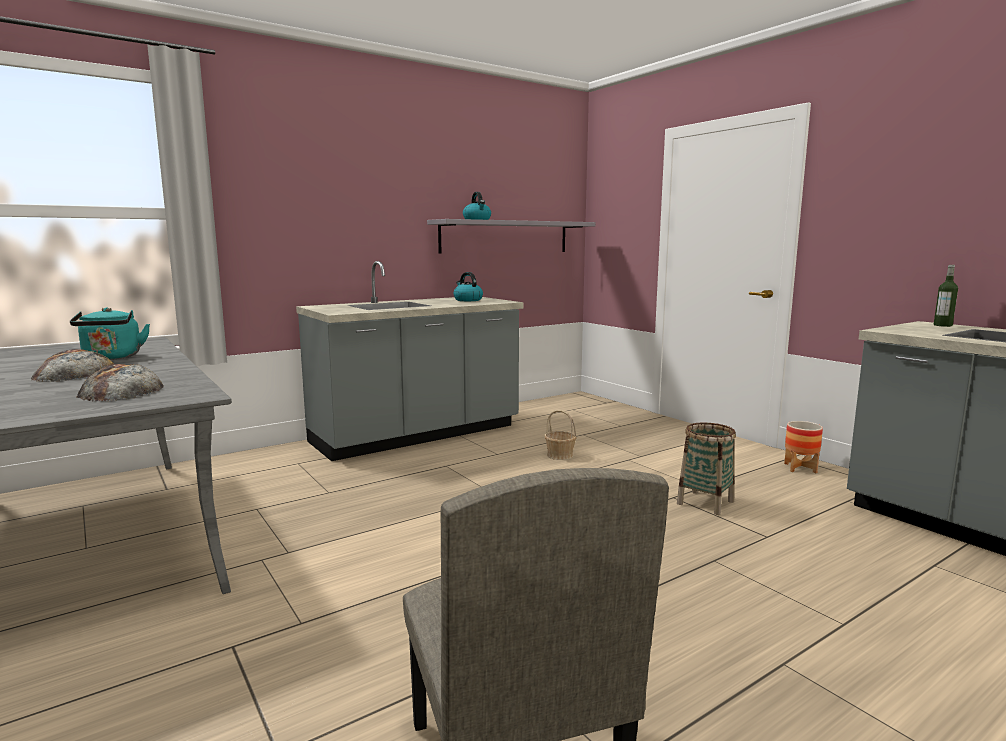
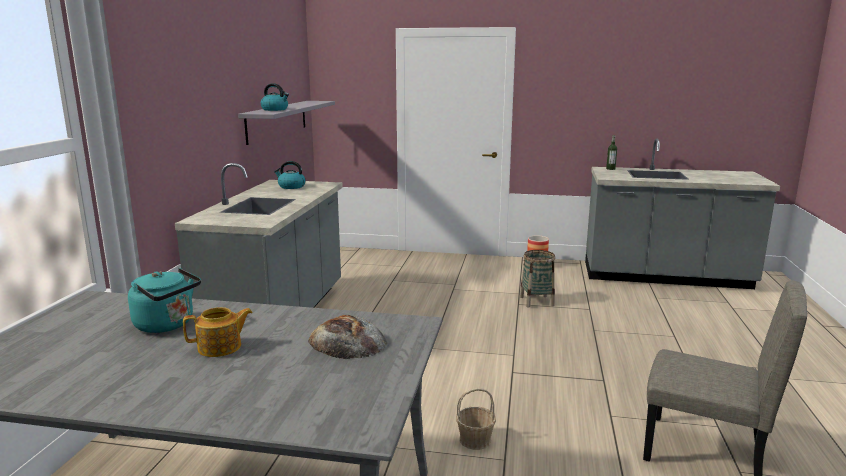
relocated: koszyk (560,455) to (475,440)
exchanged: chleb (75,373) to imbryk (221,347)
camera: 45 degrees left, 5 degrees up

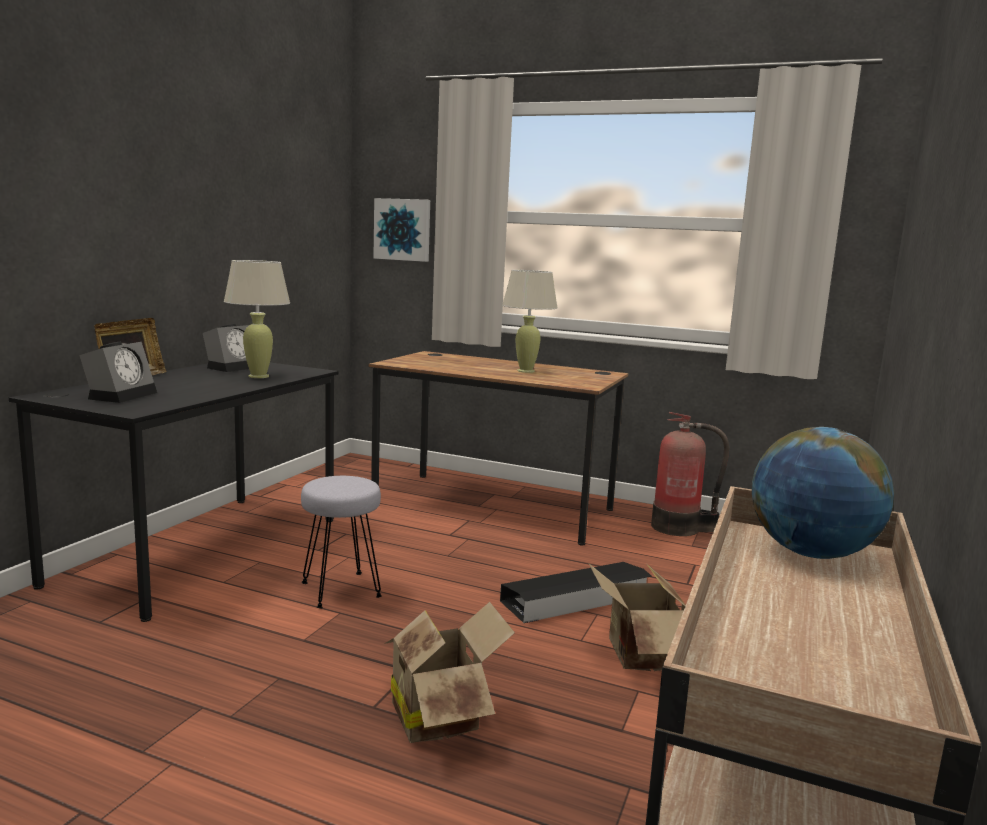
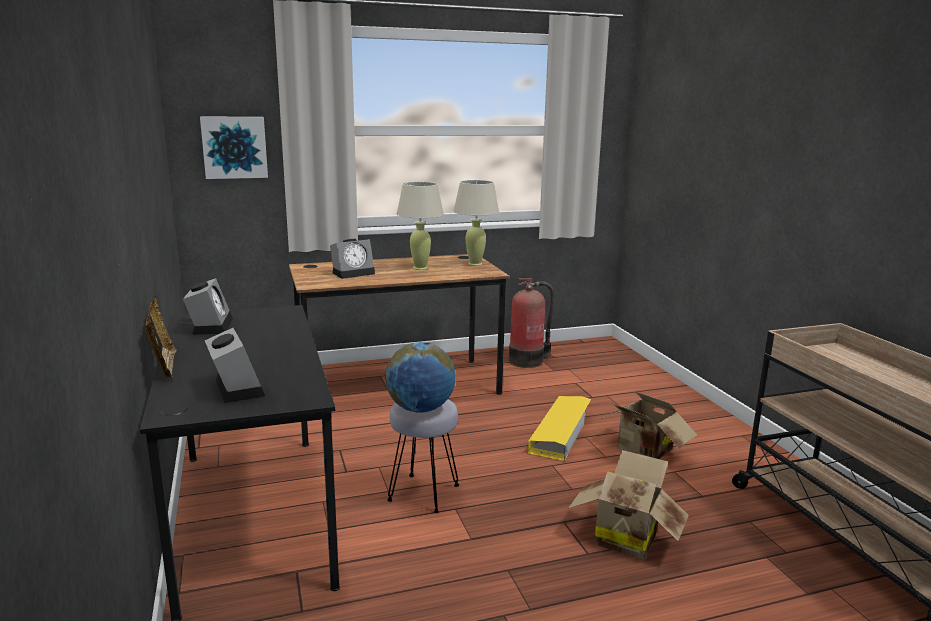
appeared: budzik (354,273)
relocated: lampa stołowa (beżowy) (258,376) to (475,264); globus (811,553) to (420,409)
colour: pojemnik do przechowywania (czarny) (576,599) to pojemnik do przechowywania (żółty) (561,432)
camera: 40 degrees left, 5 degrees up

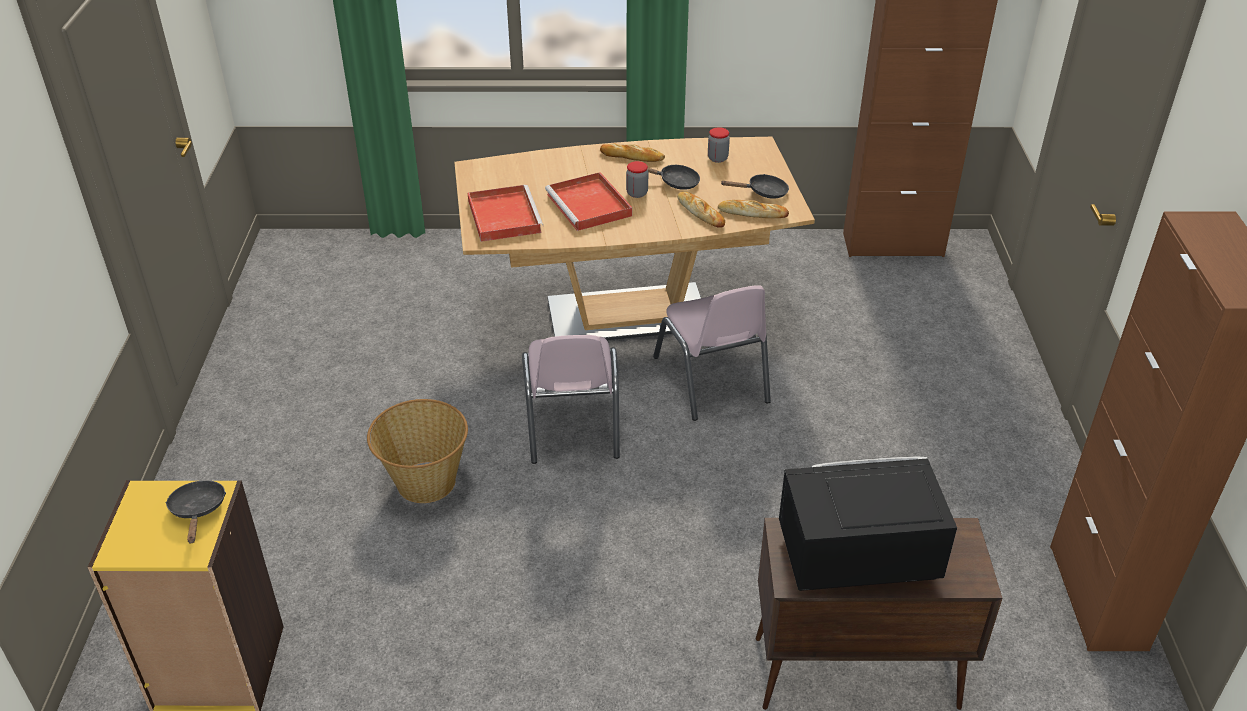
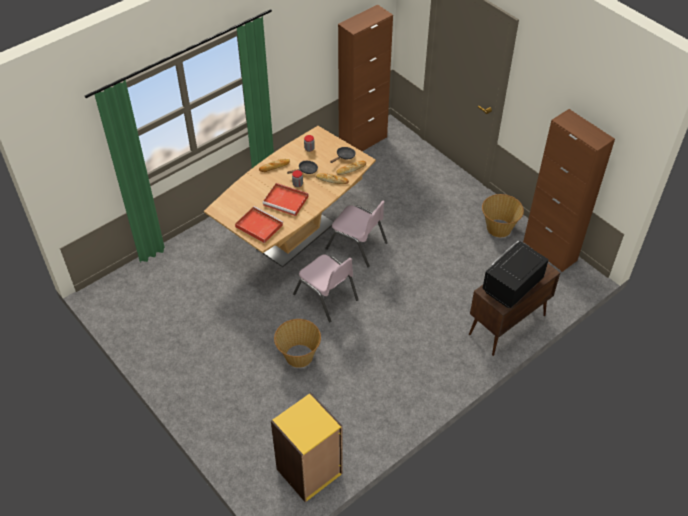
missing: patelnia (czarny) (198,511)
appeared: koszyk (498,228)
camera: 40 degrees left, 10 degrees up

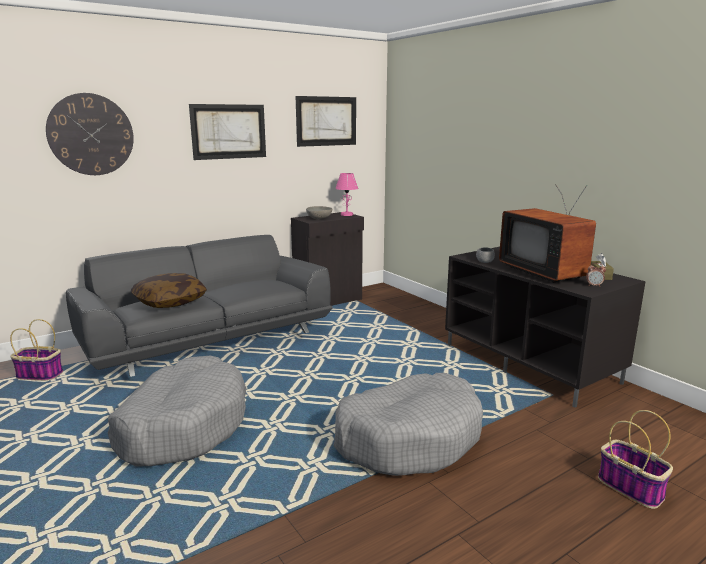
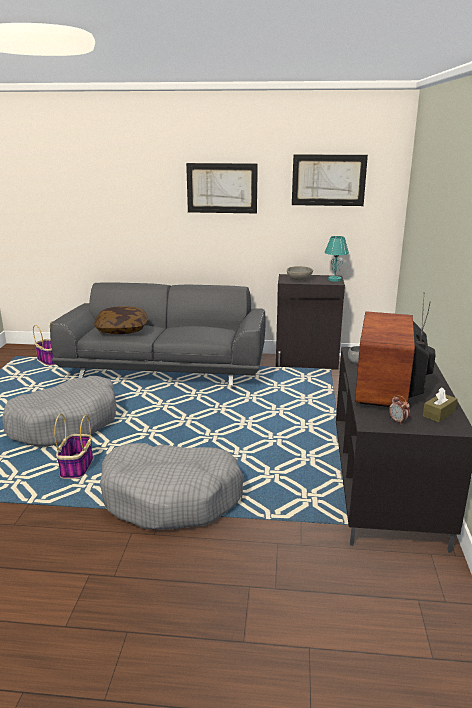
missing: zegar ścienny (91,134)
relocated: koszyk (632,488) to (77,467)
colour: lampa stołowa (różowy) (346,214) to lampa stołowa (turkusowy) (334,279)
camera: 40 degrees right, 5 degrees up

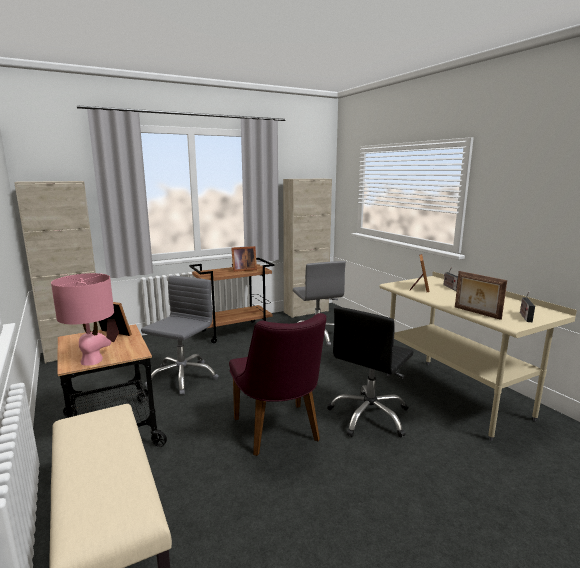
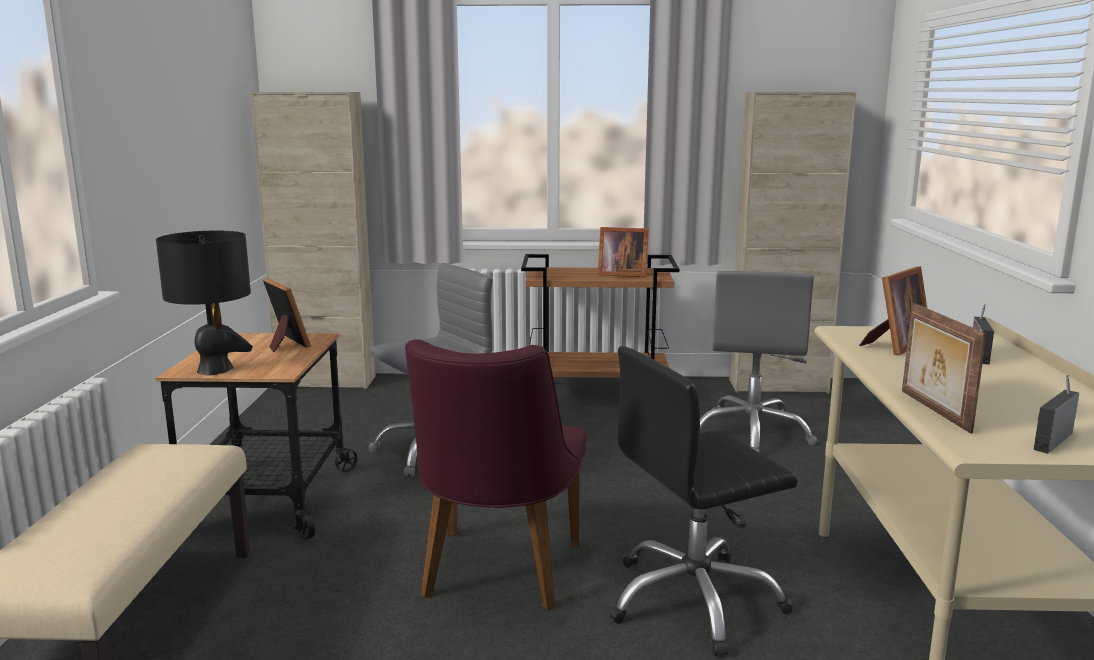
colour: lampa stołowa (różowy) (92,360) to lampa stołowa (czarny) (215,370)
camera: 30 degrees right, 0 degrees up

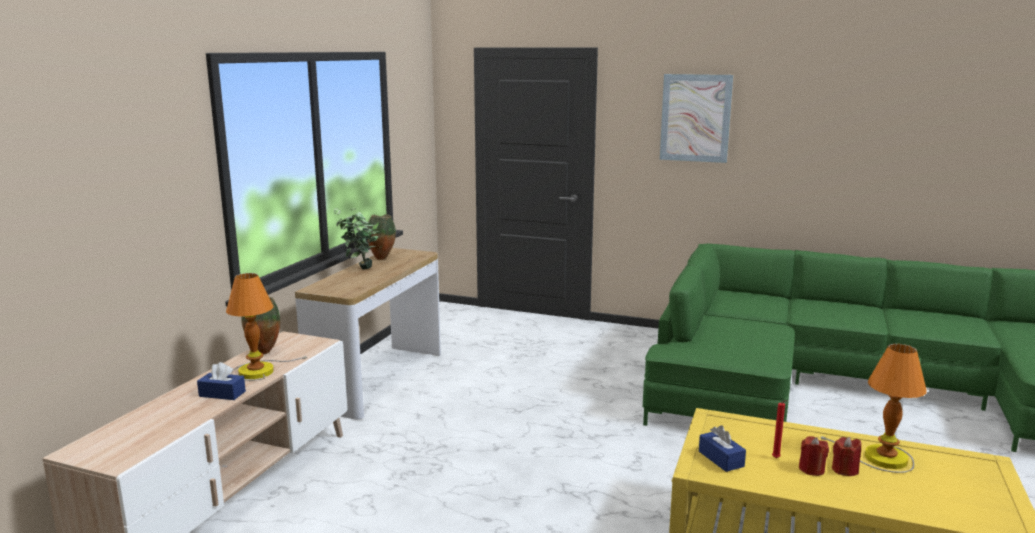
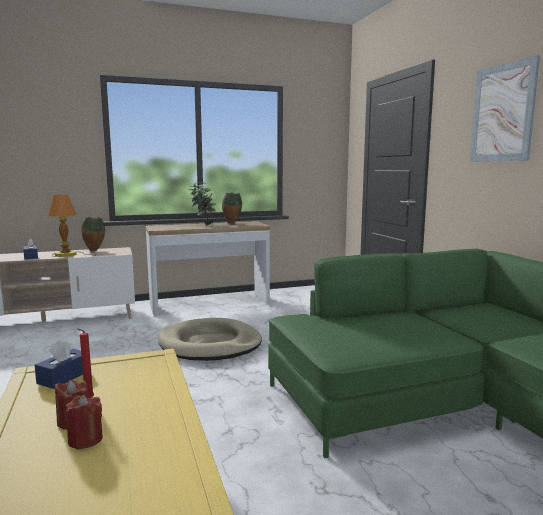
missing: lampa stołowa (880,458)
appeared: legowisko (beżowy) (210,344)
camera: 50 degrees right, 5 degrees down

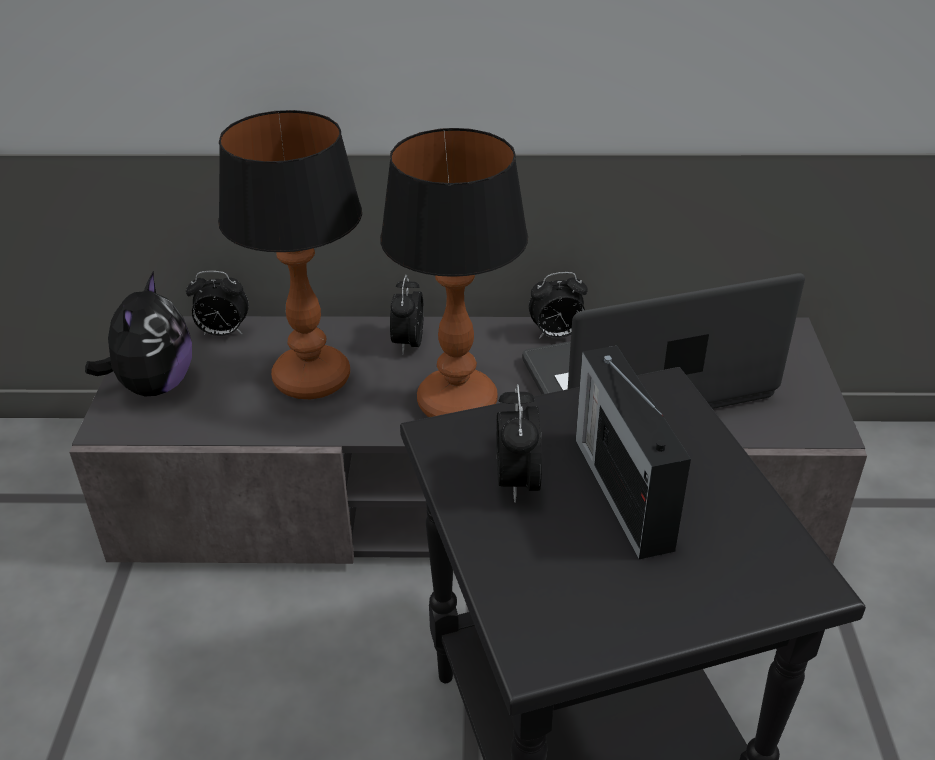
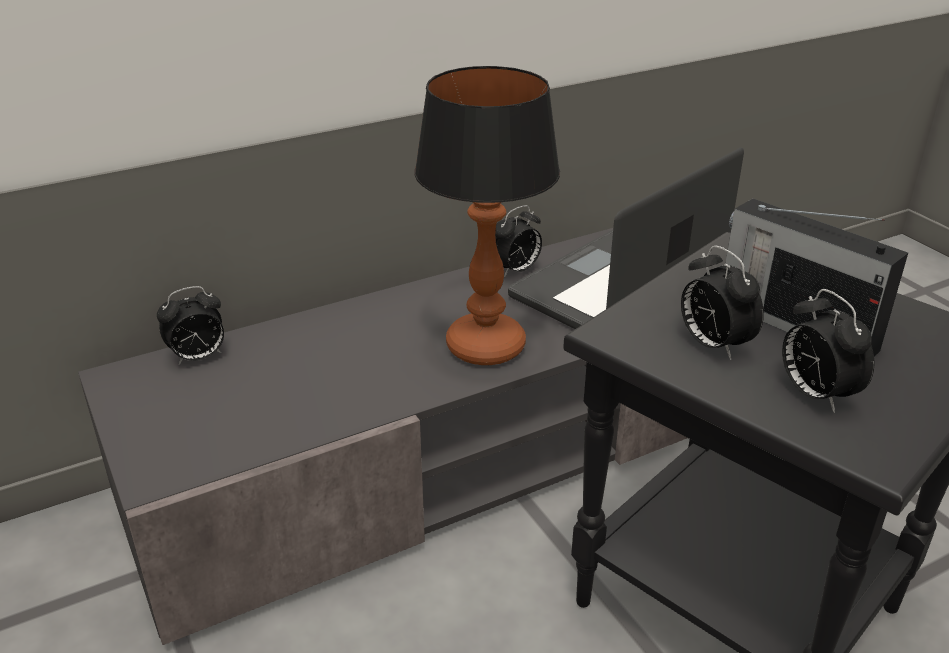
missing: pluszak (154,385); lampa stołowa (312,380)
relocated: budzik (408,343) to (814,394)
camera: 30 degrees left, 5 degrees down

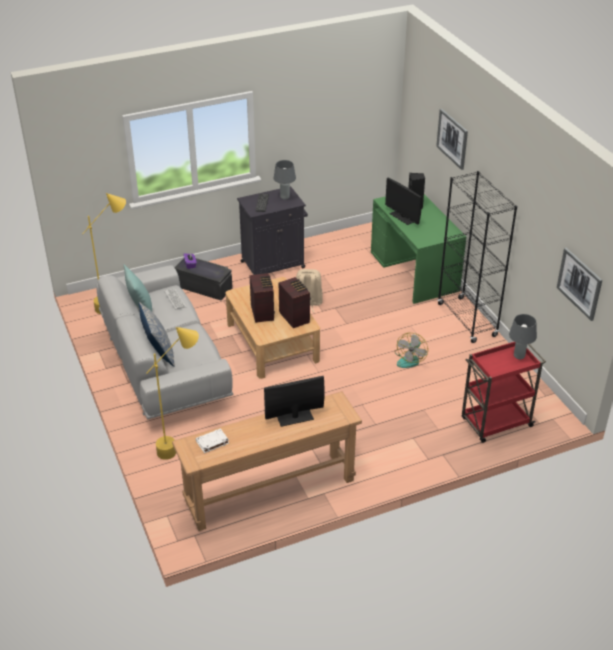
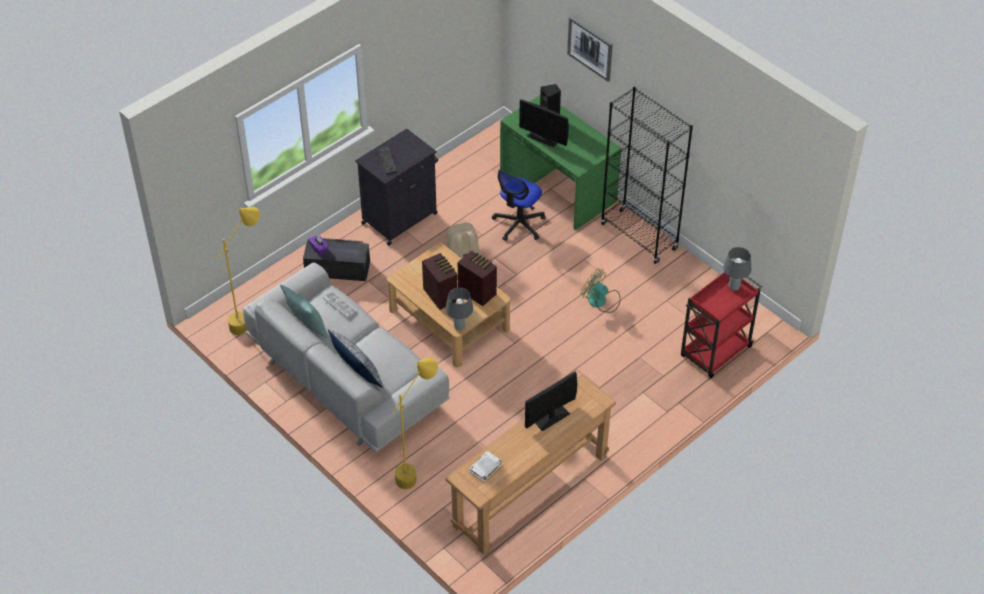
missing: obraz (579,283)
appeared: krzesło biurowe (519,224)
relocated: lampa stołowa (szary) (284,197) to (459,326)
spun: wentylator (410,359) = (601,301) 120 degrees clockwise
camera: 20 degrees left, 10 degrees up

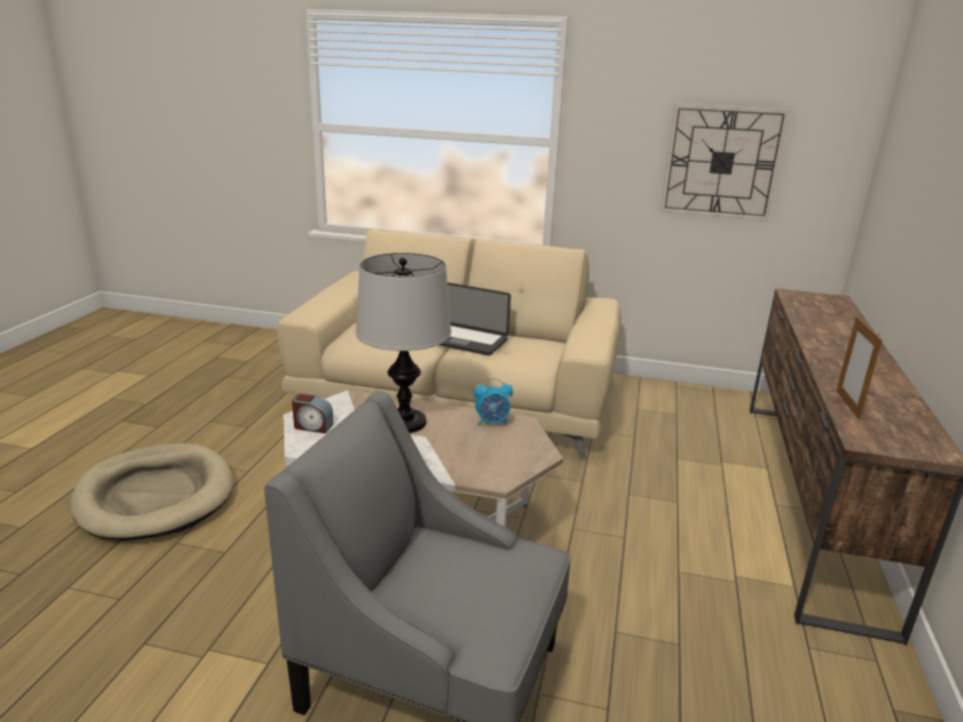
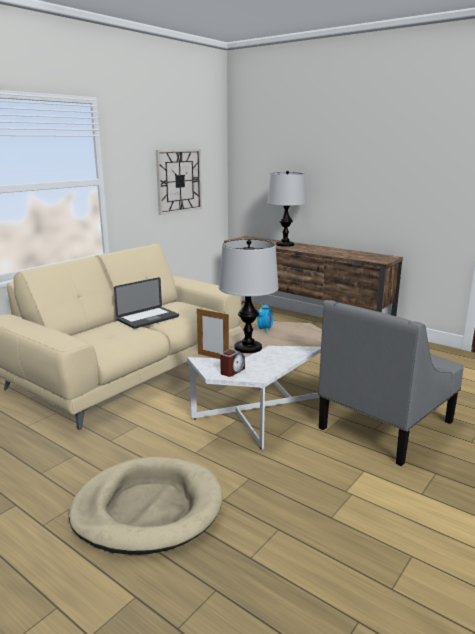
appeared: lampa stołowa (284,244)
relocated: ramka na zdjęcie (847,404) to (213,357)
camera: 65 degrees left, 5 degrees down

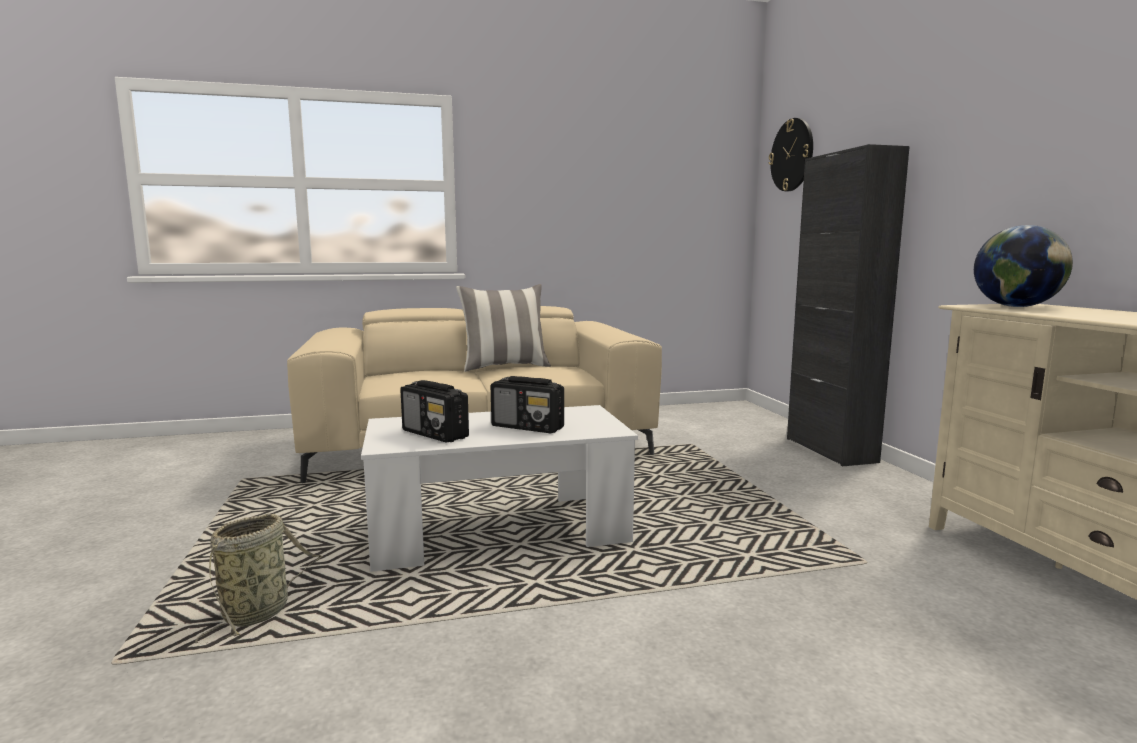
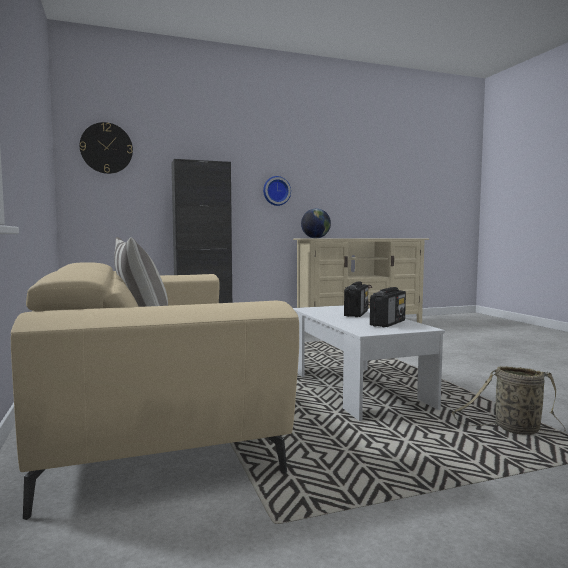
appeared: zegar ścienny (276,191)
camera: 95 degrees left, 5 degrees down

